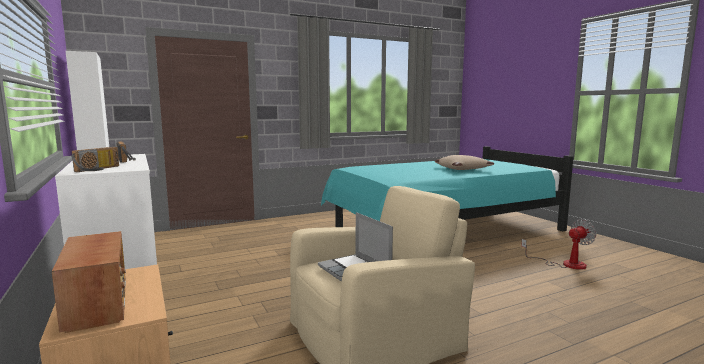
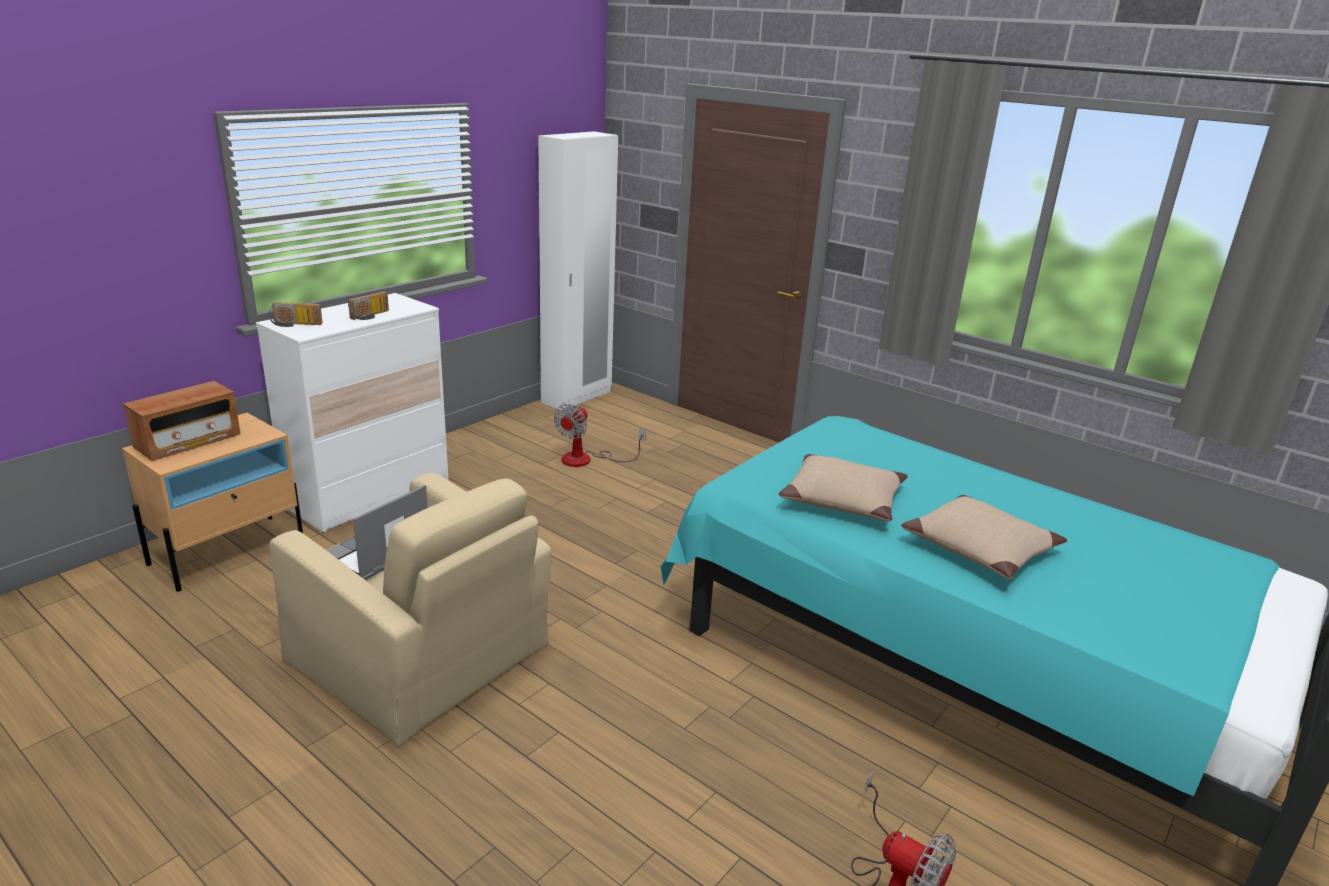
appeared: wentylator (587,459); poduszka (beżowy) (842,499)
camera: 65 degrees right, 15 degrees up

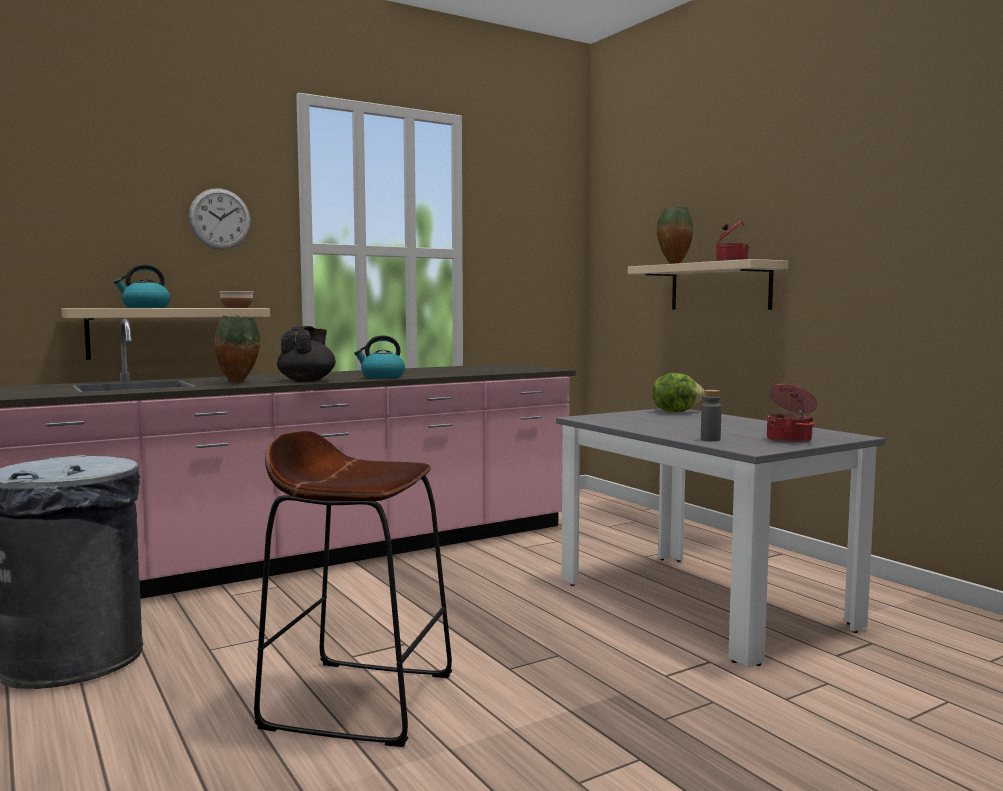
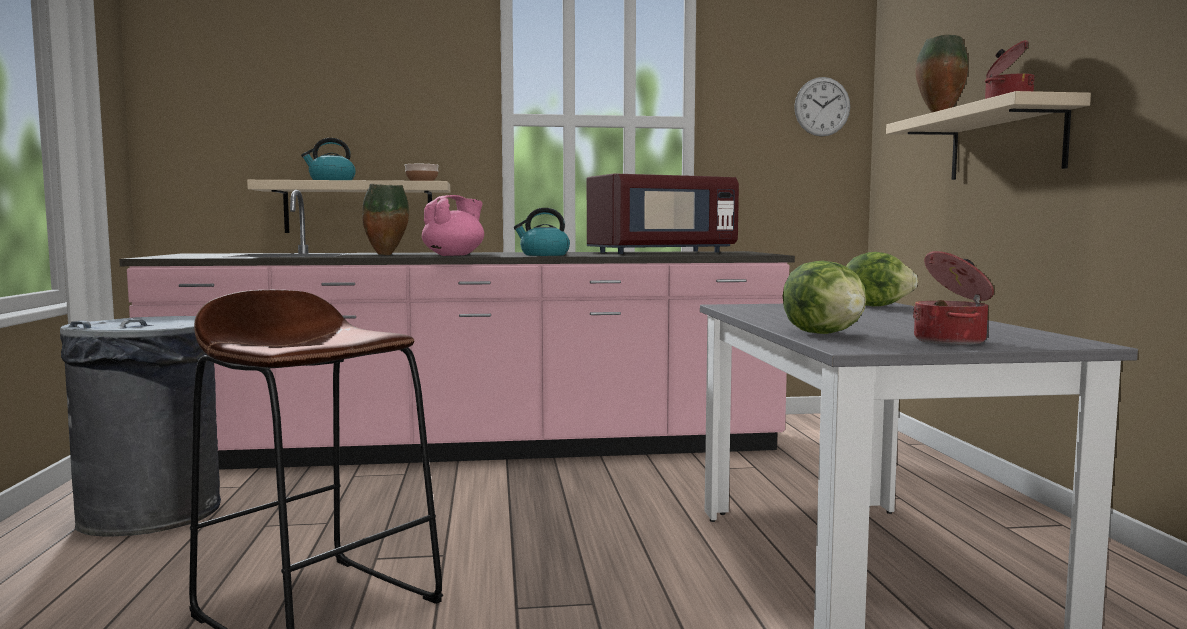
appeared: mikrofalówka (czerwony) (660,252)
relocated: zegar ścienny (220,219) to (822,106)
exchanged: butelka (szary) (710,439) to sałata (825,333)
colour: imbryk (czarny) (307,381) to imbryk (różowy) (454,255)
camera: 25 degrees right, 0 degrees up

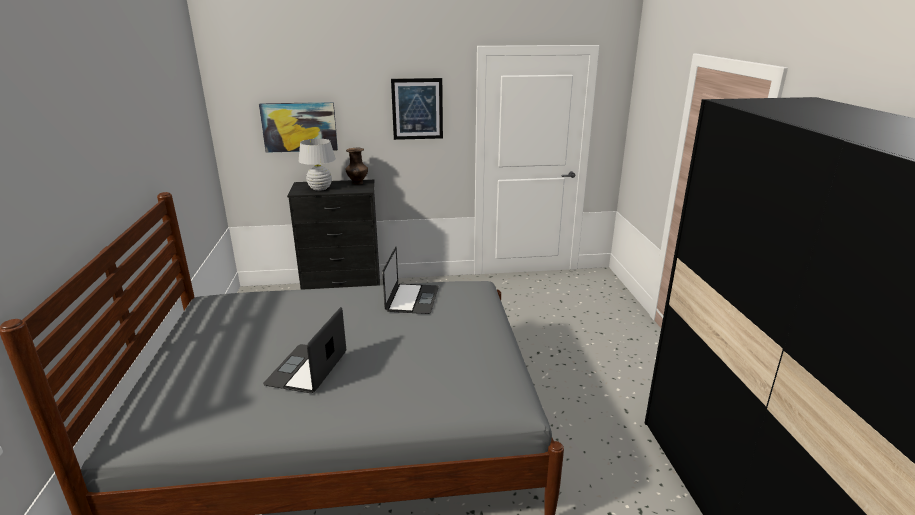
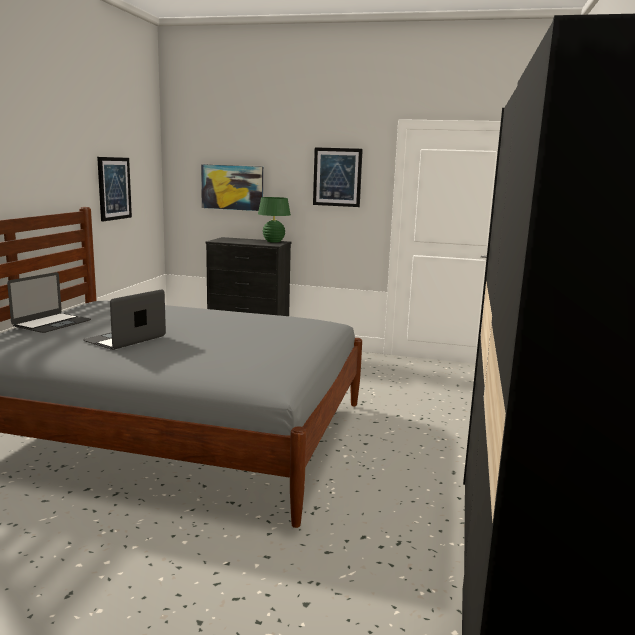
missing: lampa stołowa (biały) (320,188)
appeared: obraz (114,188)
relocated: laptop (412,299) to (52,323)
exchanged: wazon (brązowy) (357,183) to lampa stołowa (zielony) (273,241)
camera: 20 degrees right, 10 degrees down

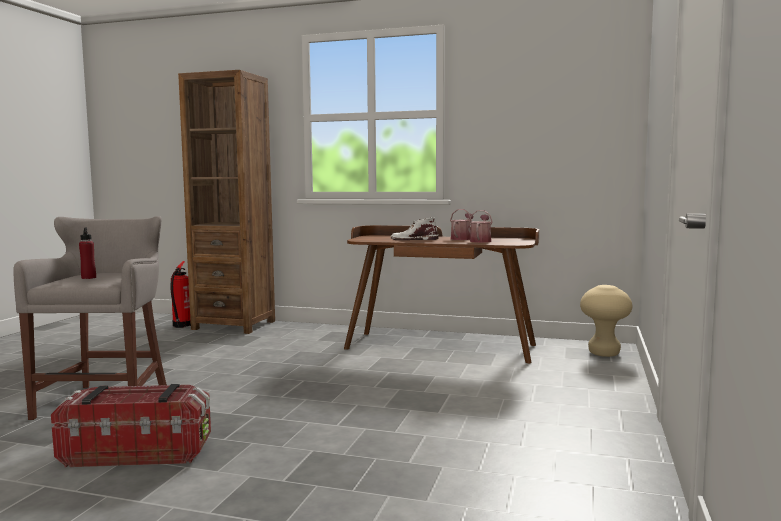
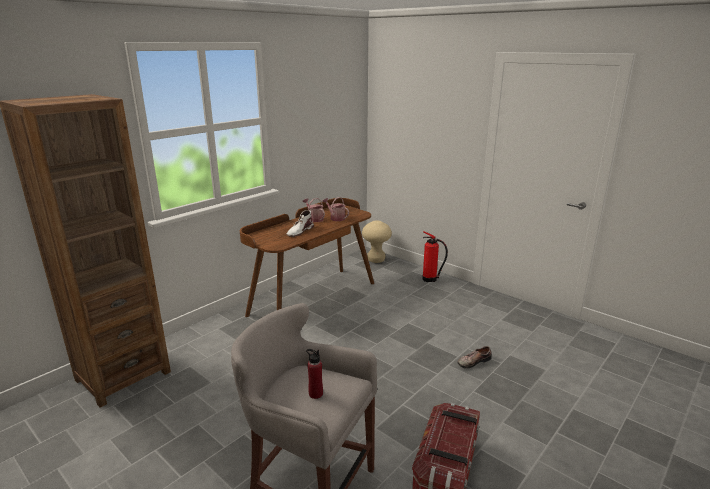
appeared: but (473,361)
relocated: gaśnica (181,326) to (430,279)
camera: 65 degrees left, 15 degrees up

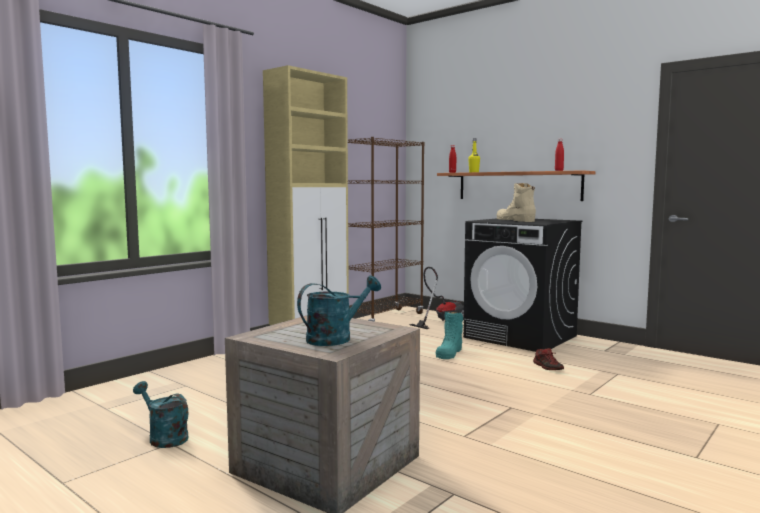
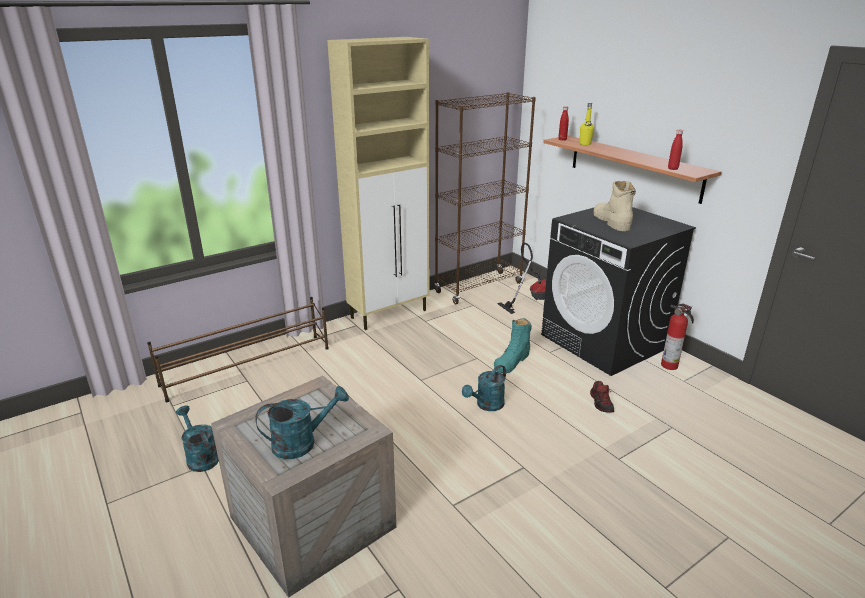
appeared: regał na buty (brązowy) (248,366); konewka (turkusowy) (486,405); gaśnica (670,366)
camera: 15 degrees right, 20 degrees up

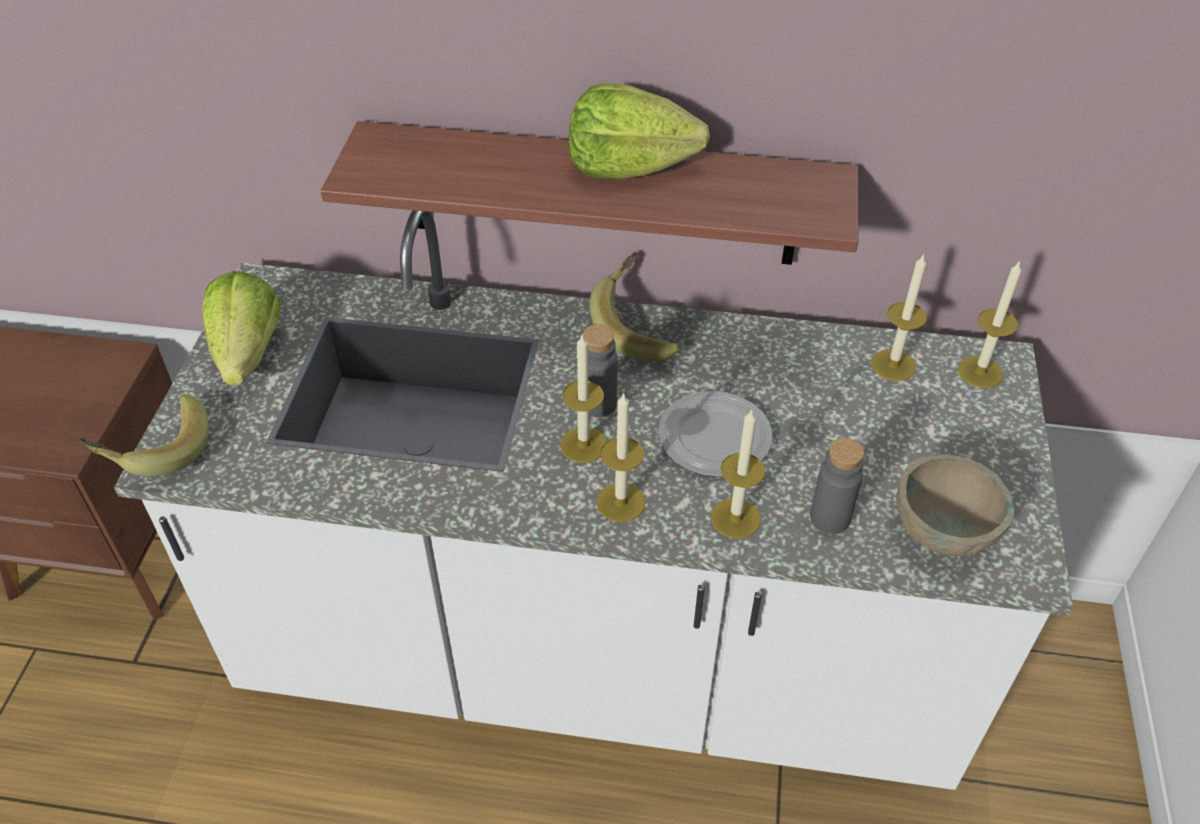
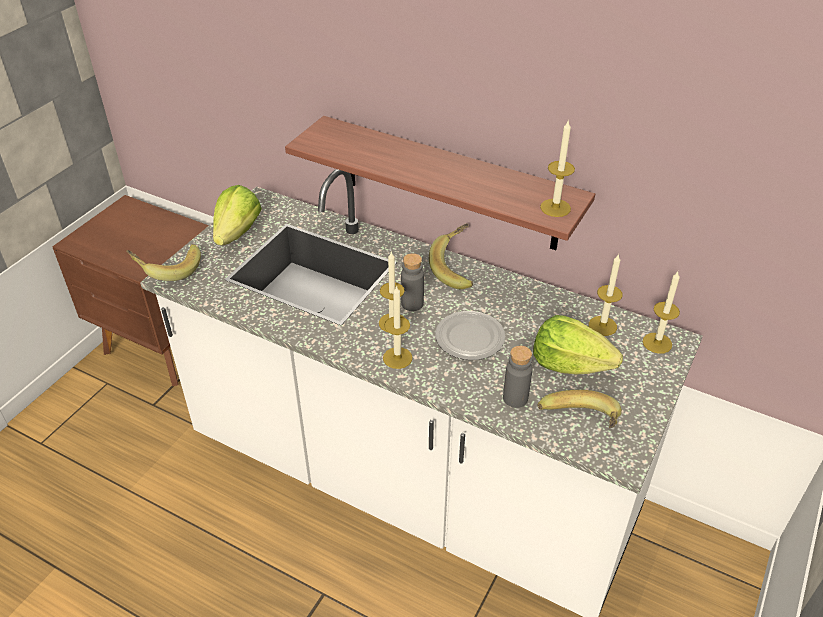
relocated: sałata (629,167) to (569,364); świeca (735,518) to (555,208)
exchanged: miska (beżowy) (941,534) to banan (579,425)
camera: 20 degrees right, 5 degrees down

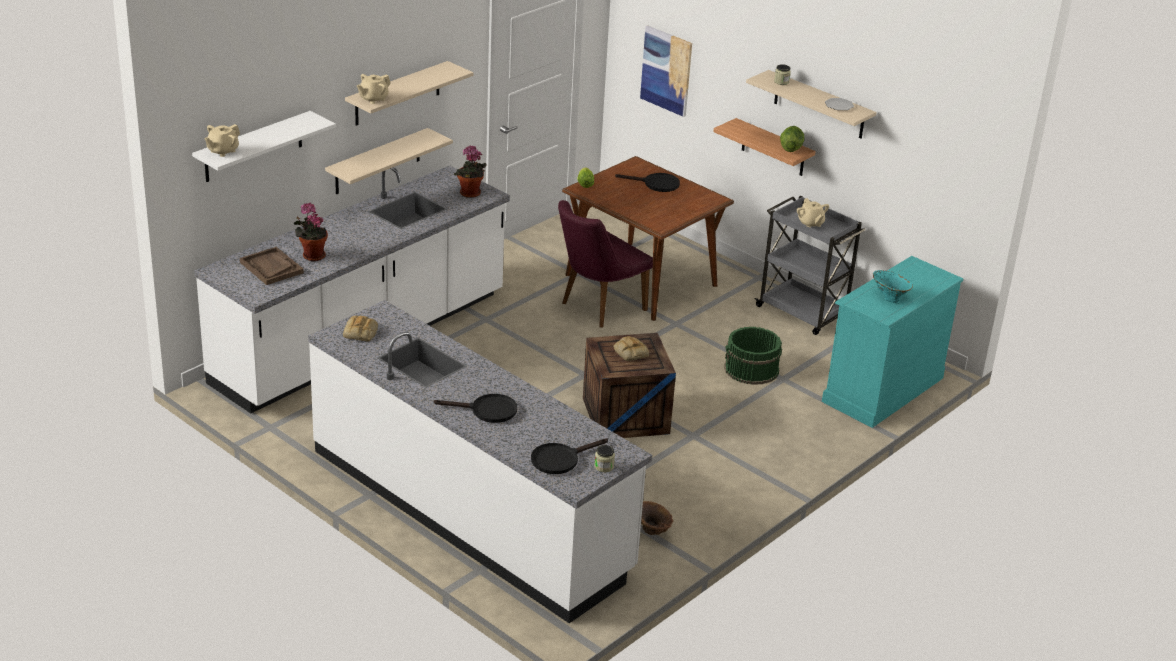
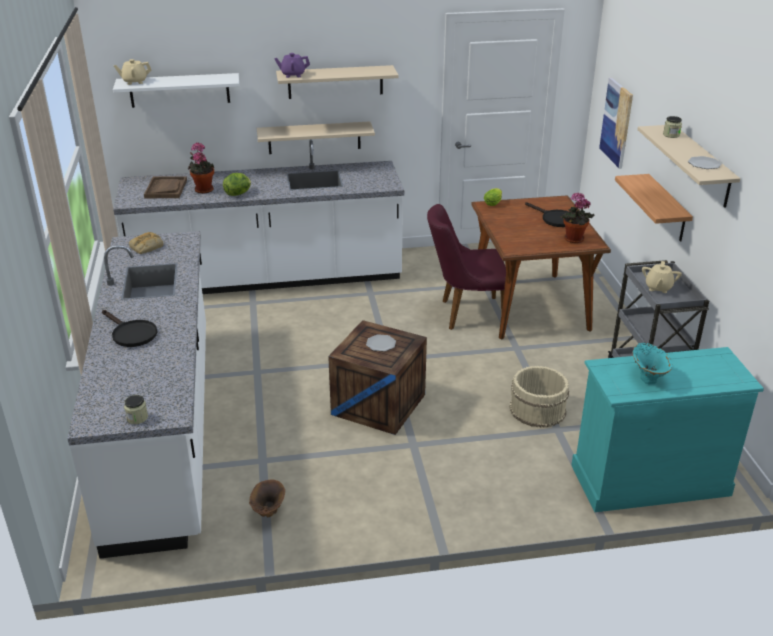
missing: patelnia (czarny) (560,459)
relocated: roślina doniczkowa (470,194) to (573,240); sałata (790,149) to (238,194)
exchanged: chleb (630,352) to talerz (380,344)
colour: imbryk (beżowy) (373,99) to imbryk (fioletowy) (293,75); wiadro (zielony) (751,369) to wiadro (beżowy) (537,410)
camera: 40 degrees right, 0 degrees up

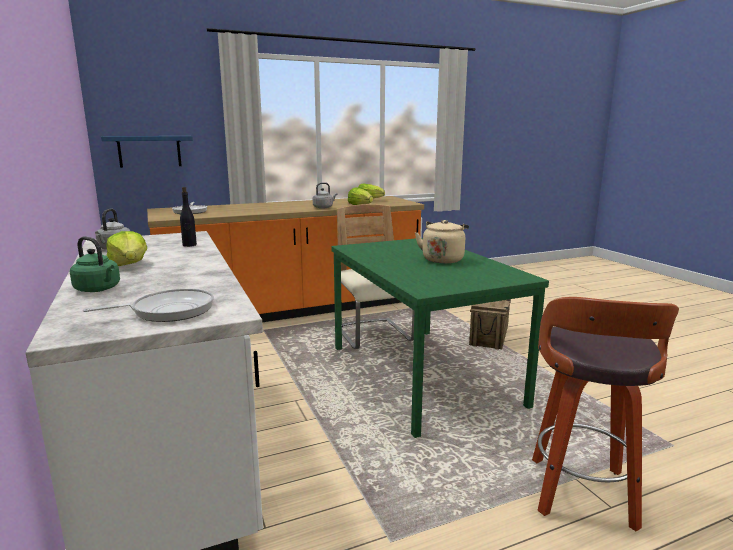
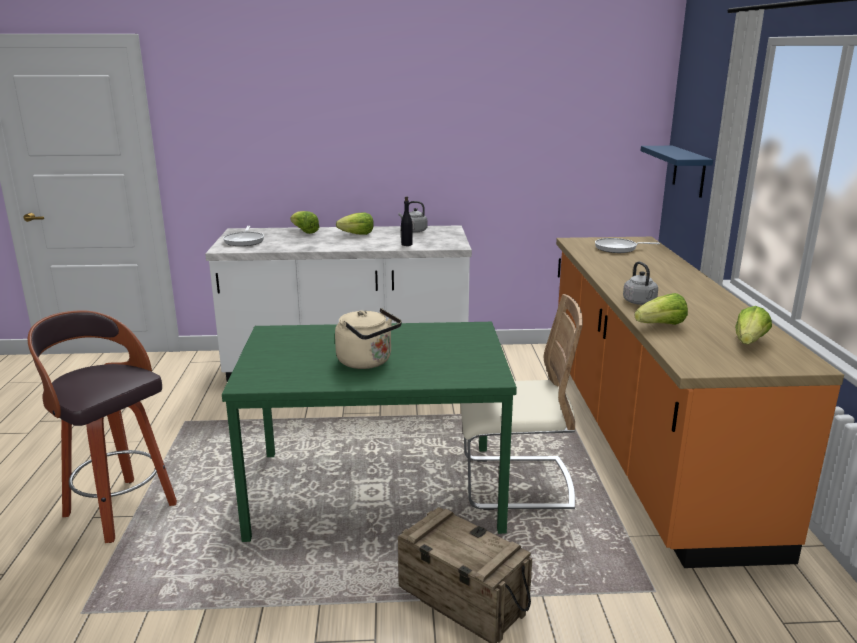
exchanged: czajnik (zielony) (99,289) to sałata (304,231)
camera: 110 degrees right, 5 degrees up

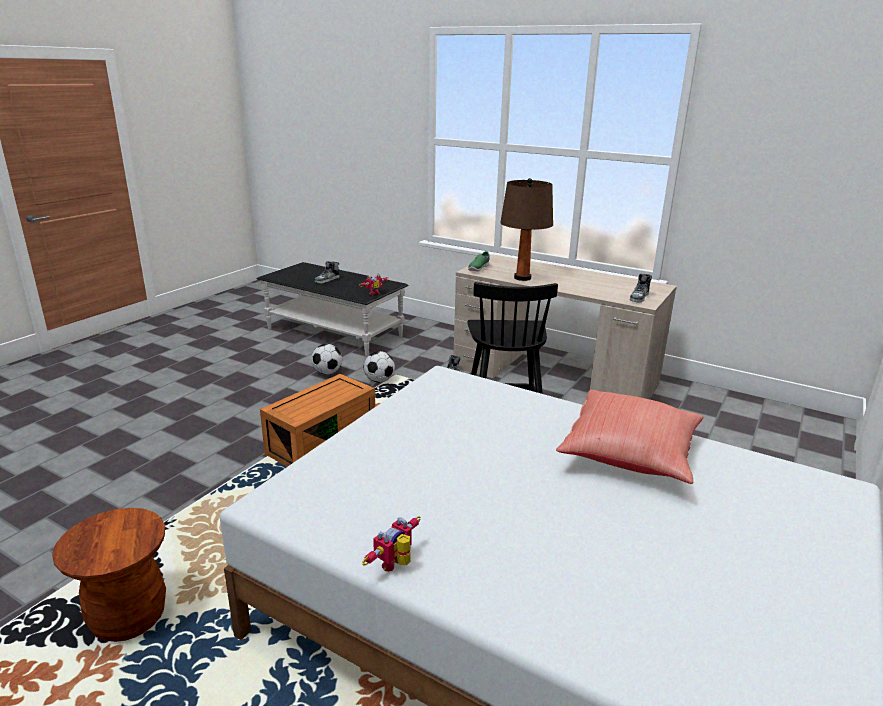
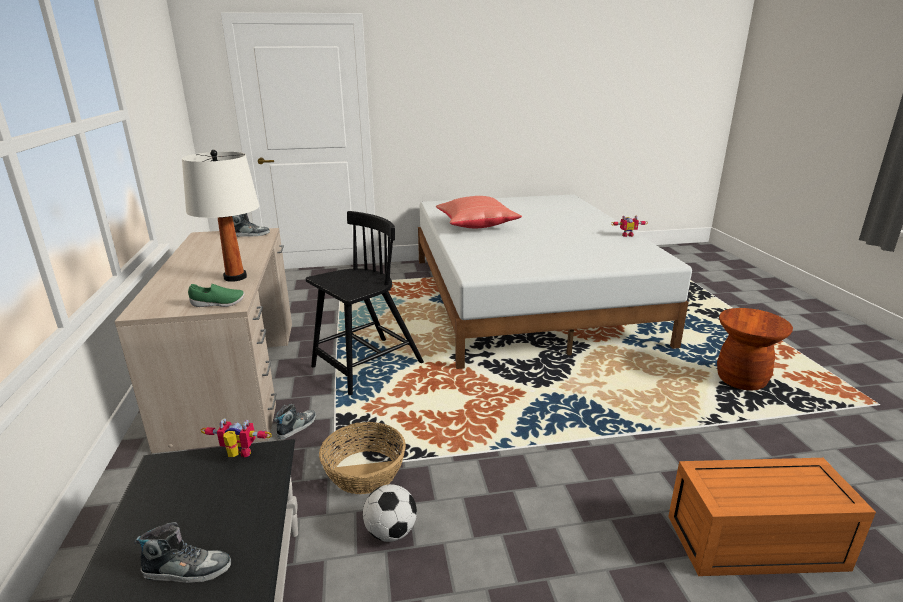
relocated: pojemnik do przechowywania (pomarańczowy) (322,441) to (754,544)
exchanged: piłka futbolowa (379,380) to koszyk (364,472)
colour: lampa stołowa (brązowy) (522,278) to lampa stołowa (biały) (235,277)
camera: 130 degrees left, 0 degrees up

